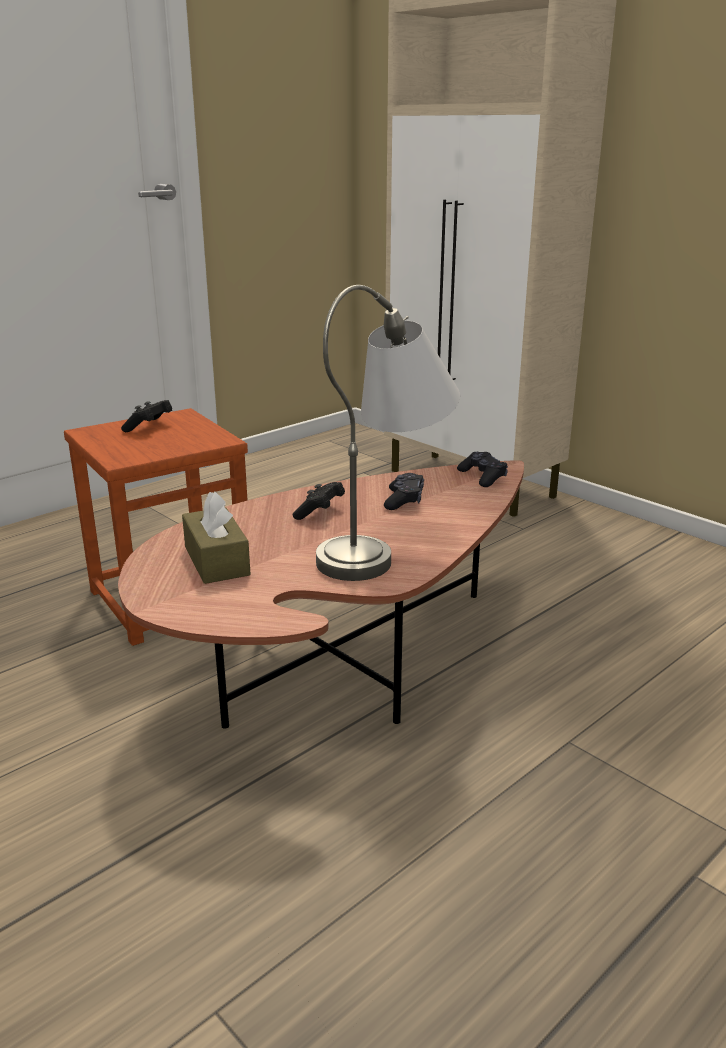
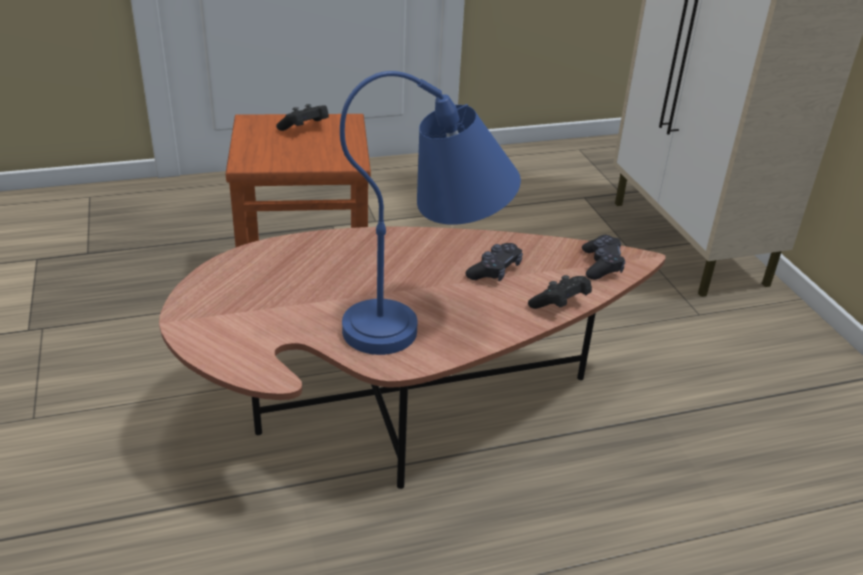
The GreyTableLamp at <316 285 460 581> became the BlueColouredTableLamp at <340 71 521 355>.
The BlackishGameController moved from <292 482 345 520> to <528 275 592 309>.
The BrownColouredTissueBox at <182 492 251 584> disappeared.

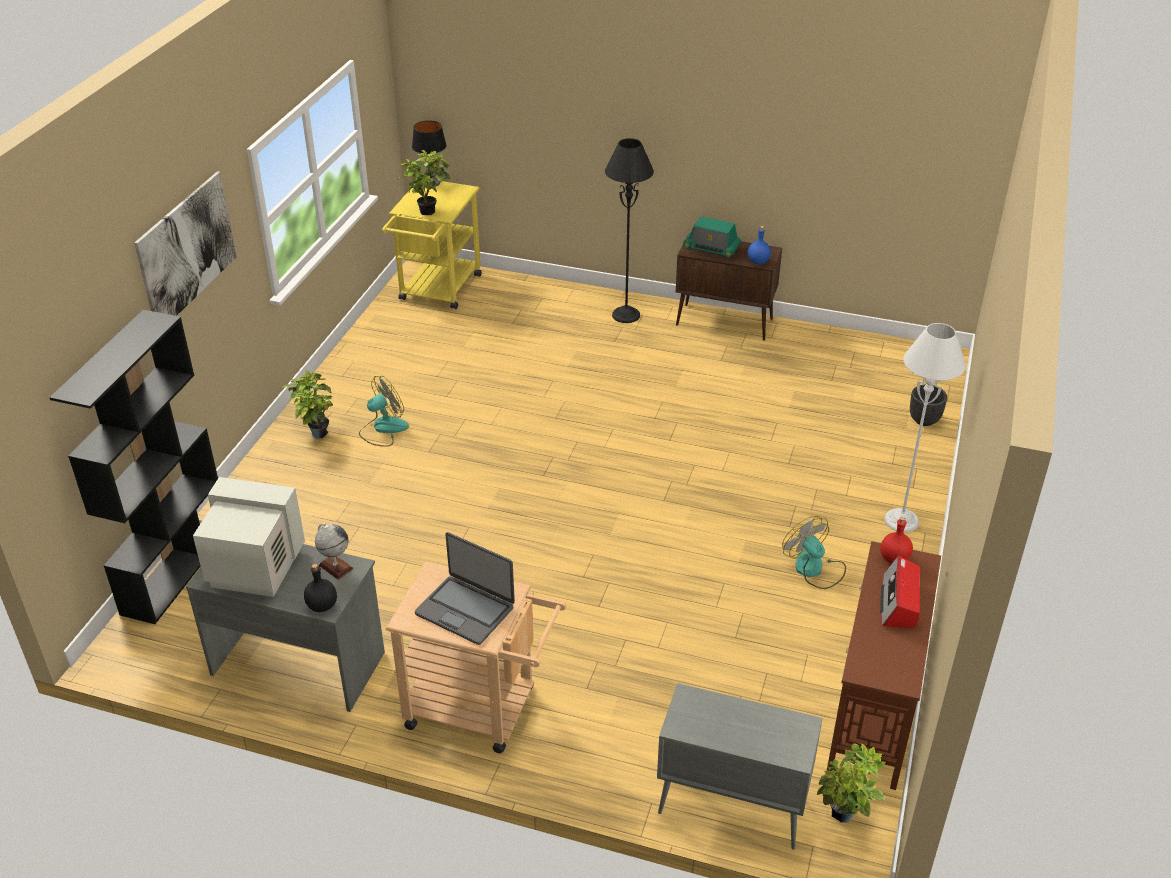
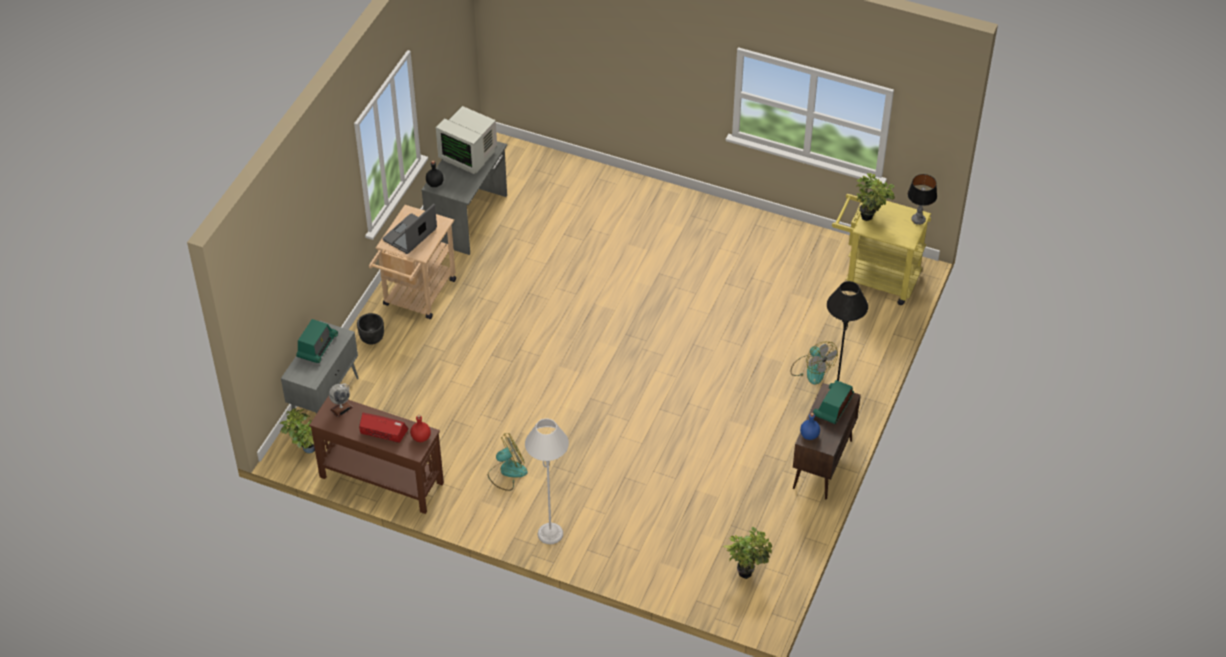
The WallArt at <134 171 236 316> disappeared.
The BlackishShelvingUnit at <49 310 218 624> disappeared.
The PlantInAPot moved from <282 370 333 438> to <723 527 772 579>.
The ElectricFan moved from <359 376 409 447> to <791 341 838 385>.
The BlackishPlantPot moved from <910 384 947 426> to <357 313 384 345>.
The Monitor at <193 477 305 597> turned 105 degrees clockwise.
The Globe moved from <315 523 354 579> to <329 384 353 417>.
The Radio at <296 319 338 363> appeared.

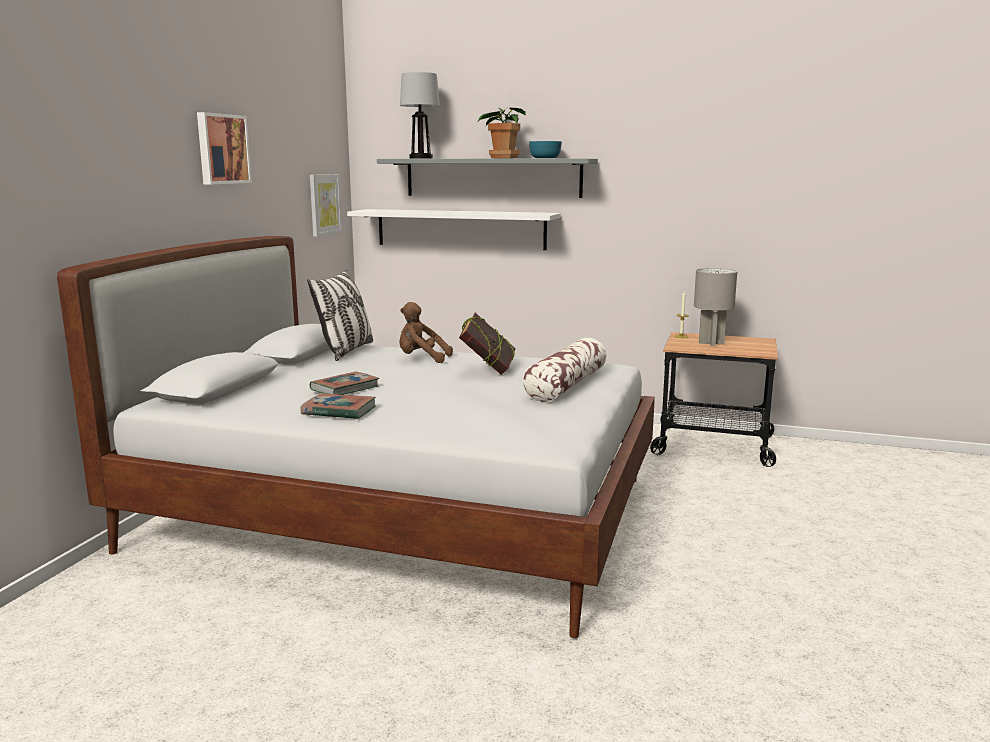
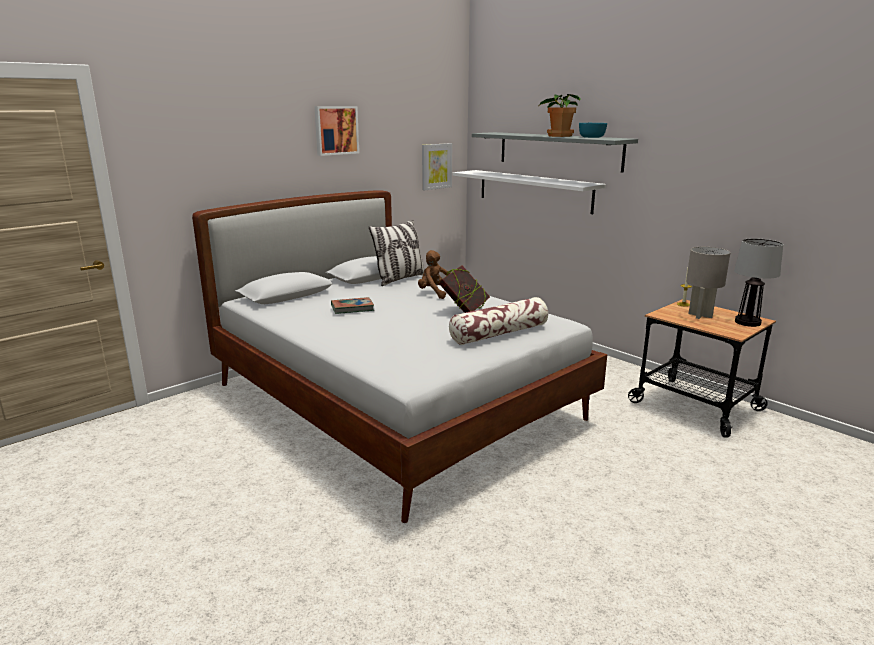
The TableLamp moved from <400 72 440 159> to <734 238 783 327>.
The Volume at <301 393 376 419> disappeared.

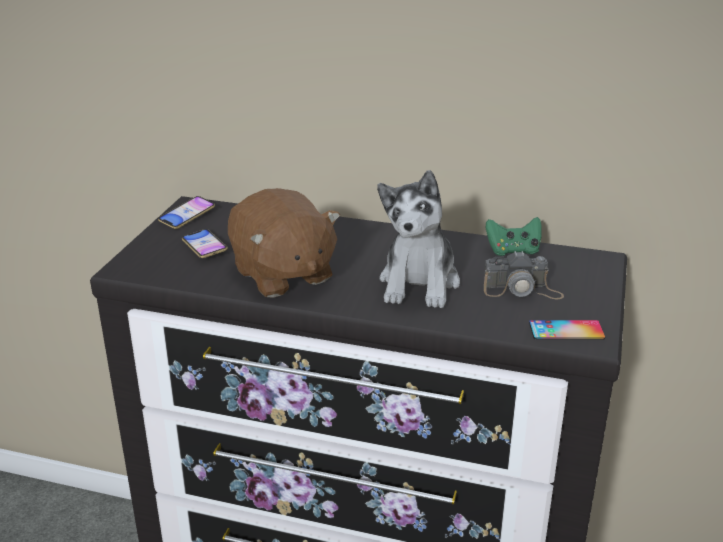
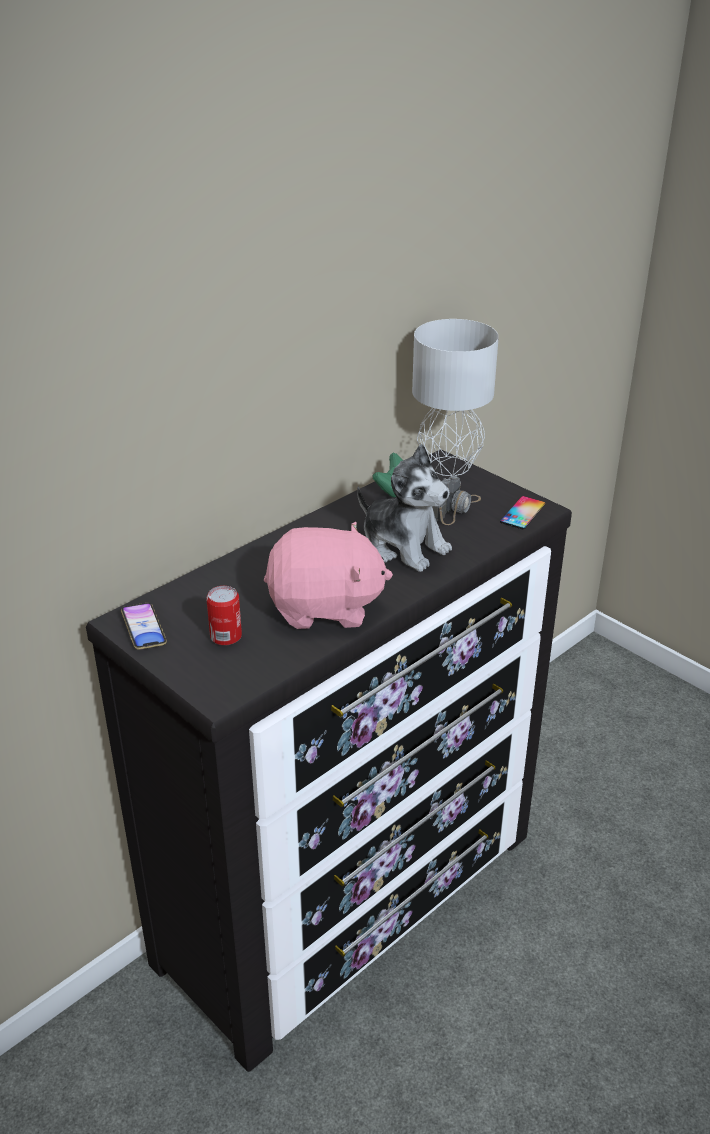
The BrownColouredCuddlyToy at <228 188 340 298> became the PinkCuddlyToy at <264 522 393 629>.
The Handset at <182 229 228 258> was replaced by the Can at <206 586 242 646>.
The GreyTableLamp at <412 319 499 476> appeared.

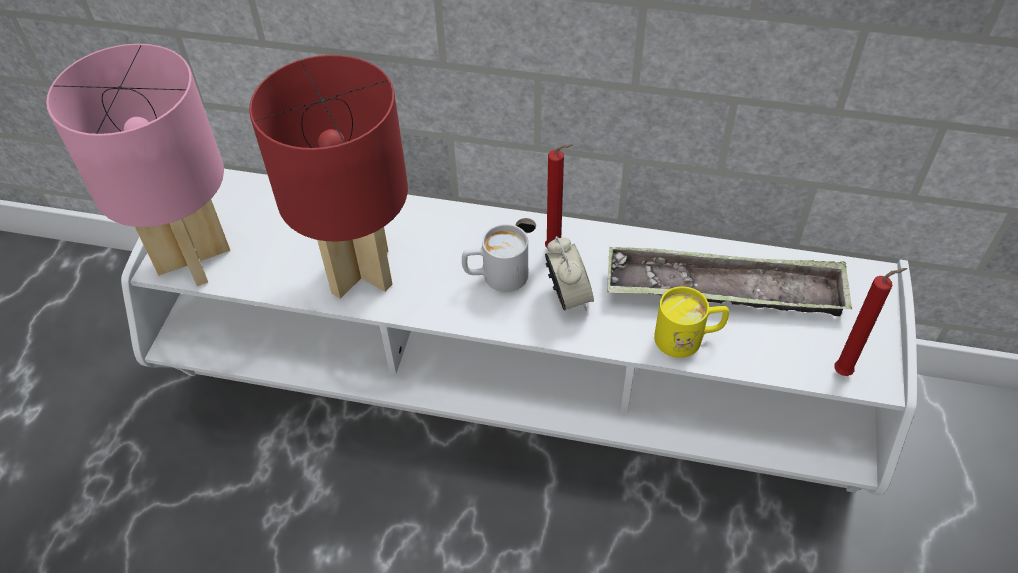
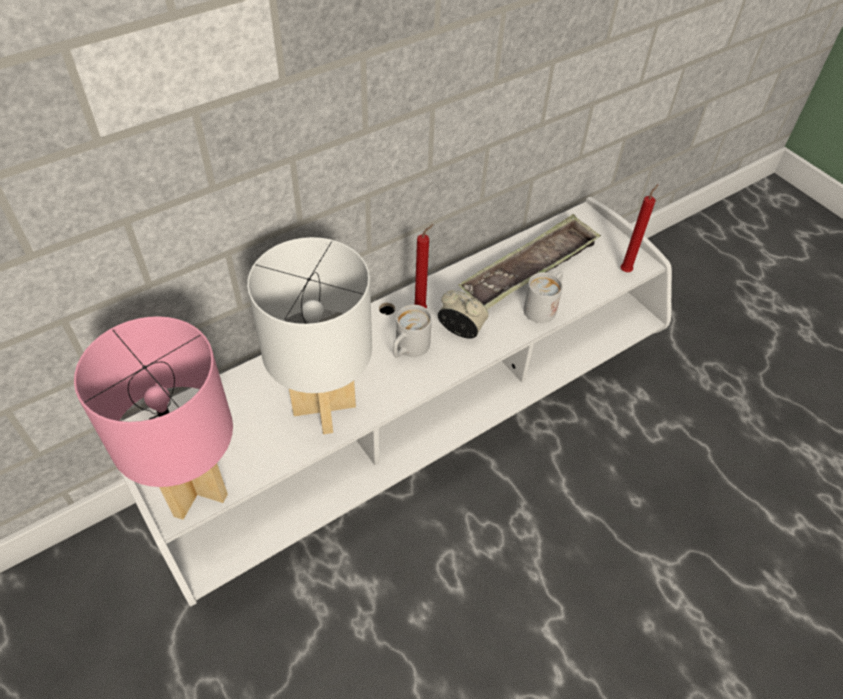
The ReddishTableLamp at <249 55 408 299> became the WhiteTableLamp at <247 237 372 434>.
The YellowColouredMug at <654 286 729 358> became the WhiteMug at <523 272 563 323>.

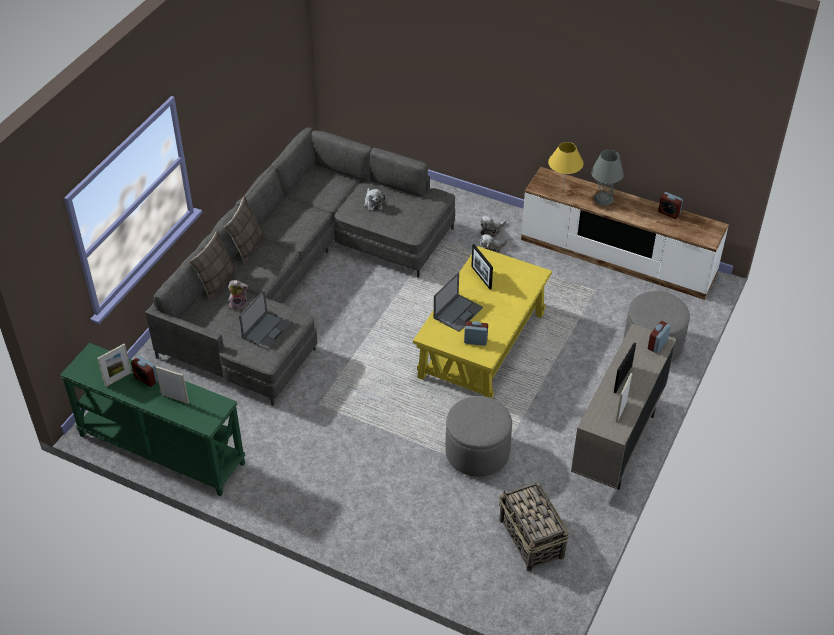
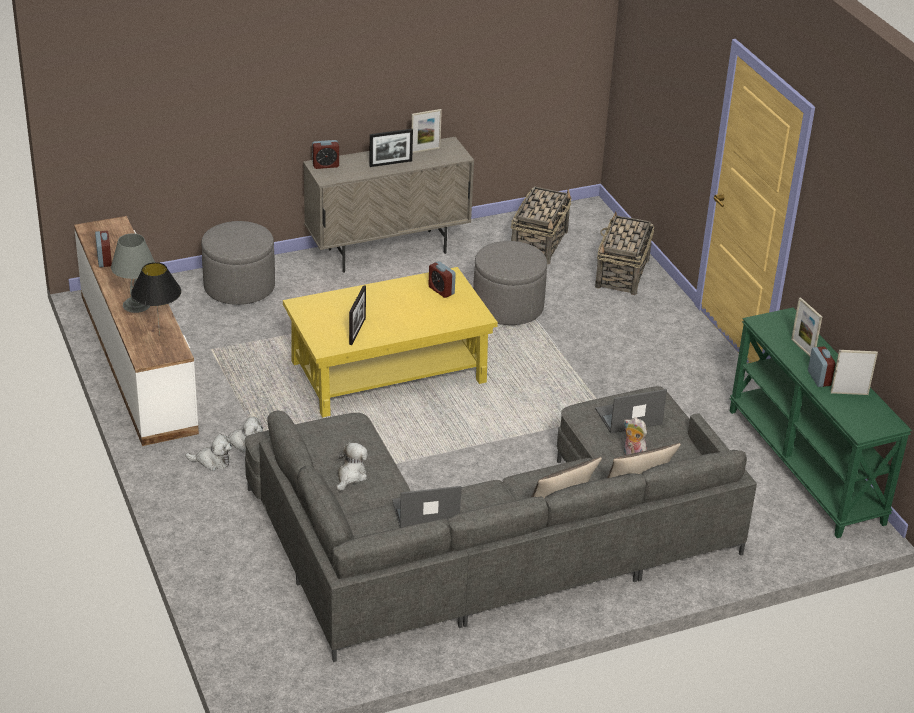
The YellowColouredTableLamp at <548 142 584 187> became the BlackishTableLamp at <131 262 181 335>.
The Laptop moved from <434 272 483 332> to <392 486 461 528>.
The Basket at <595 212 654 295> appeared.

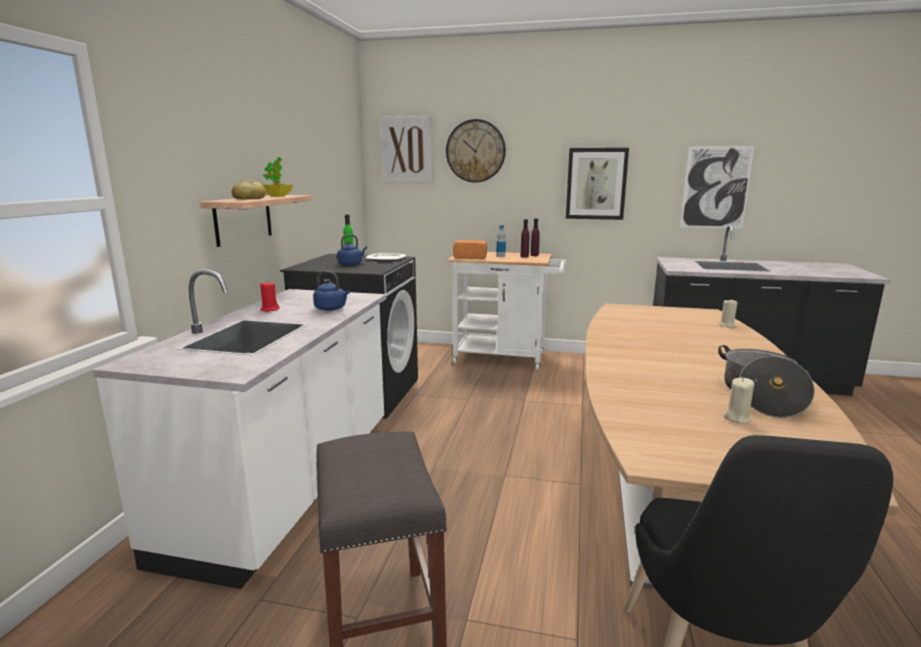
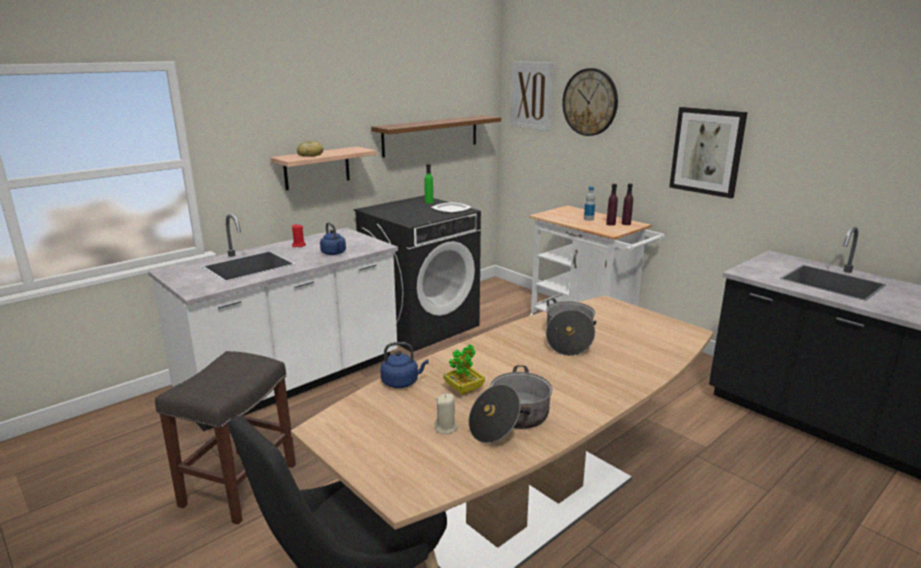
The WallArt at <680 146 754 228> disappeared.
The PlantInAPot moved from <263 157 293 197> to <444 344 485 395>.
The BlueColouredWaterKettle moved from <337 234 367 266> to <380 342 429 388>.
The BakedBread at <453 240 487 259> disappeared.
The SandColouredWaxLight at <719 300 738 327> disappeared.
The BrownColouredBracketShelf at <371 115 501 158> appeared.
The CookingPot at <546 298 596 356> appeared.

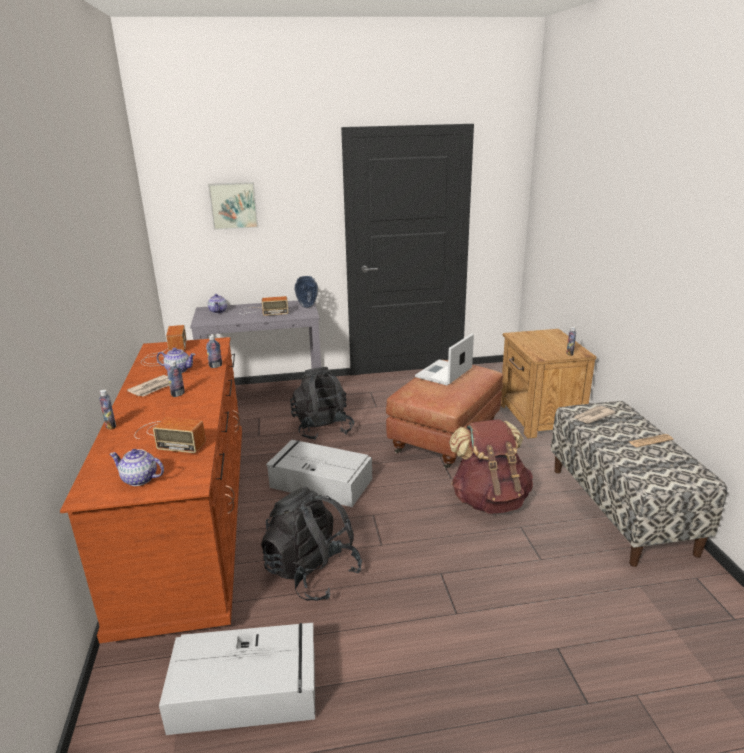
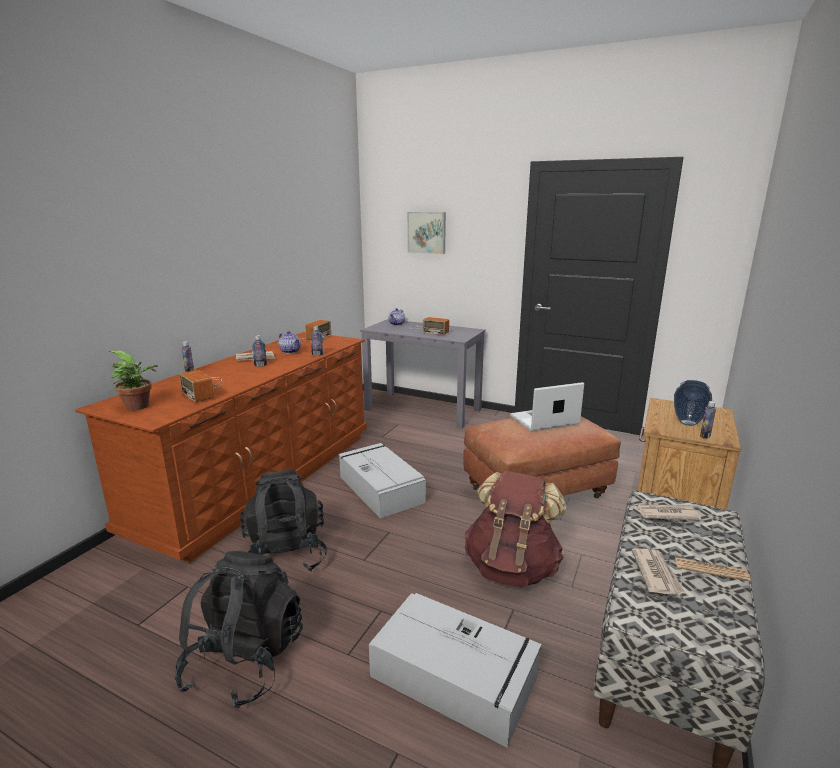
The FlowerVase moved from <294 276 318 308> to <674 380 712 426>.
The BlackishRucksack moved from <290 367 354 440> to <174 551 303 709>.
The TeaPot at <109 449 164 486> was replaced by the PlantInAPot at <109 350 158 411>.
The GreyStorageBin moved from <159 623 315 735> to <369 593 542 748>.
The Newspaper at <632 548 686 595> appeared.

